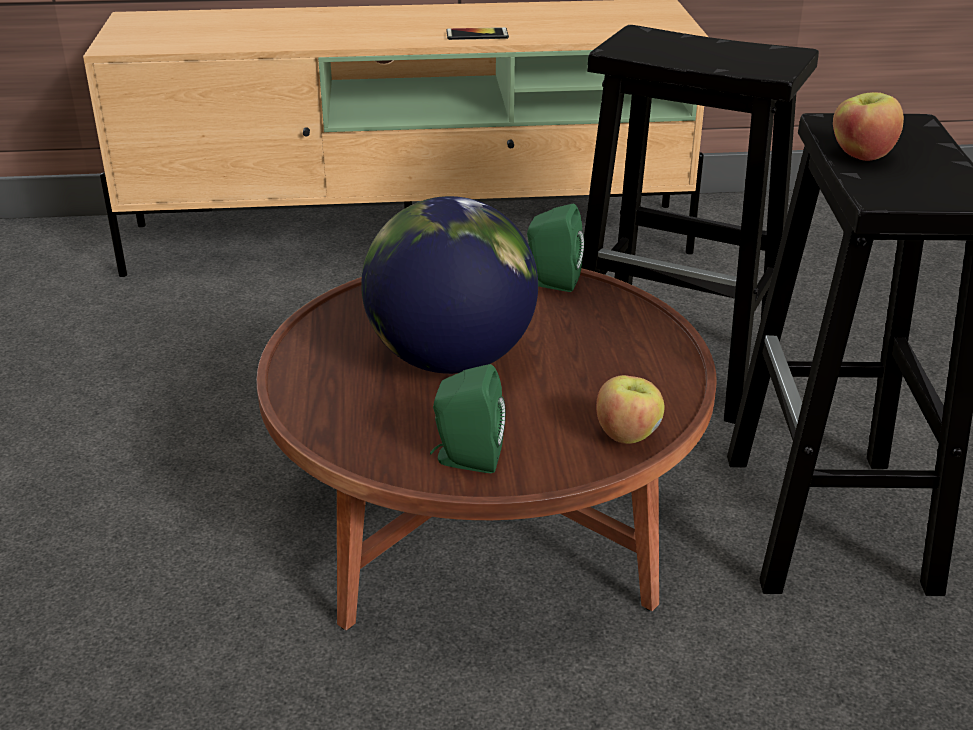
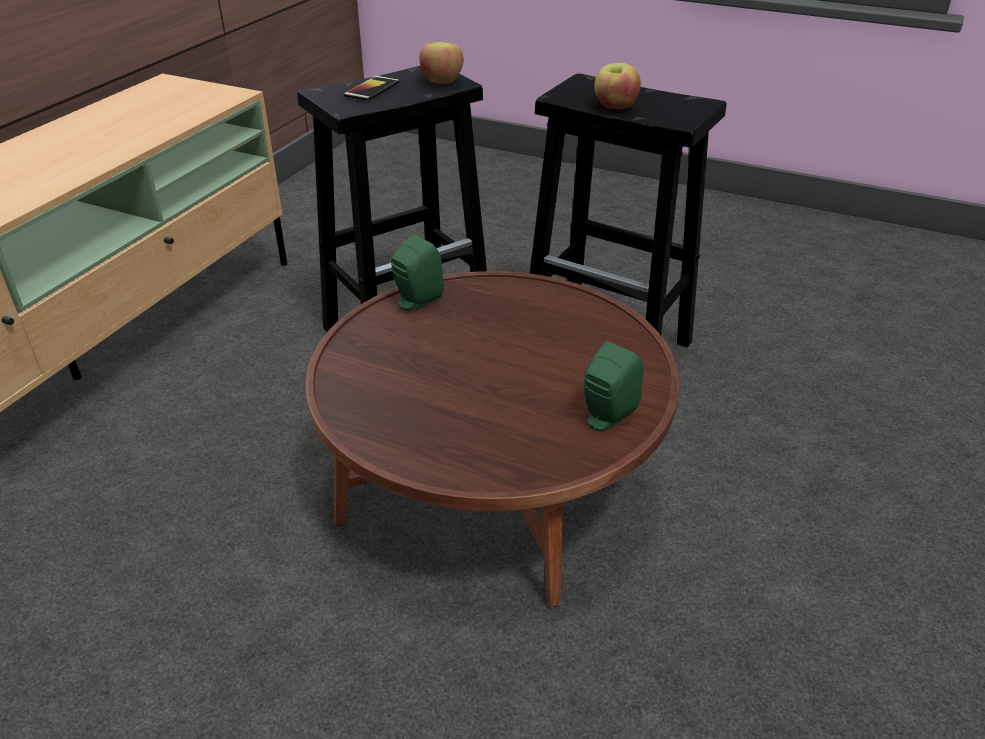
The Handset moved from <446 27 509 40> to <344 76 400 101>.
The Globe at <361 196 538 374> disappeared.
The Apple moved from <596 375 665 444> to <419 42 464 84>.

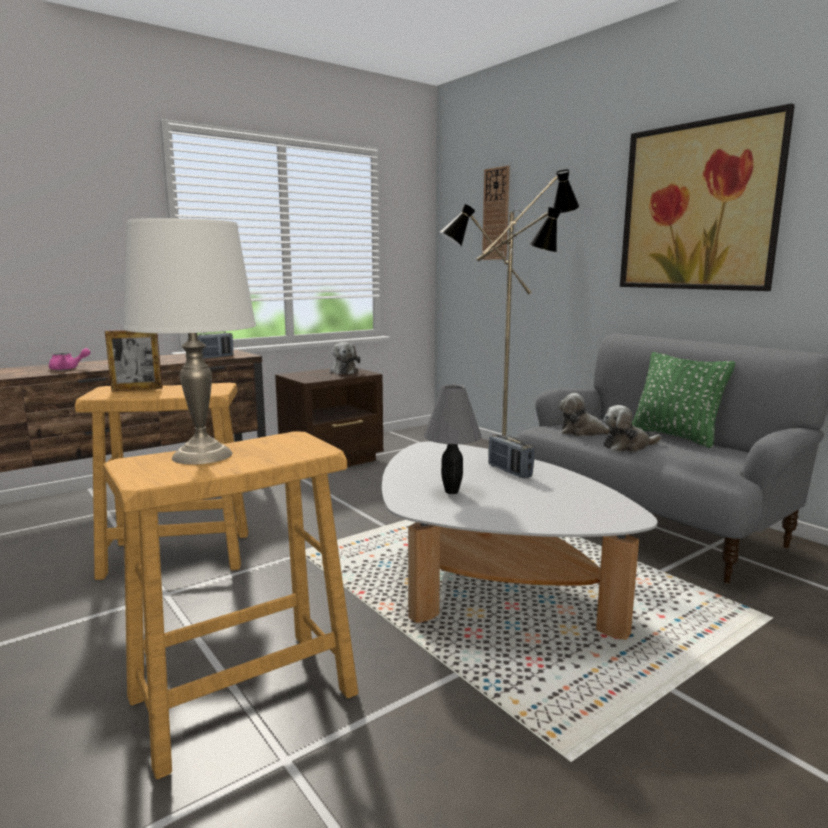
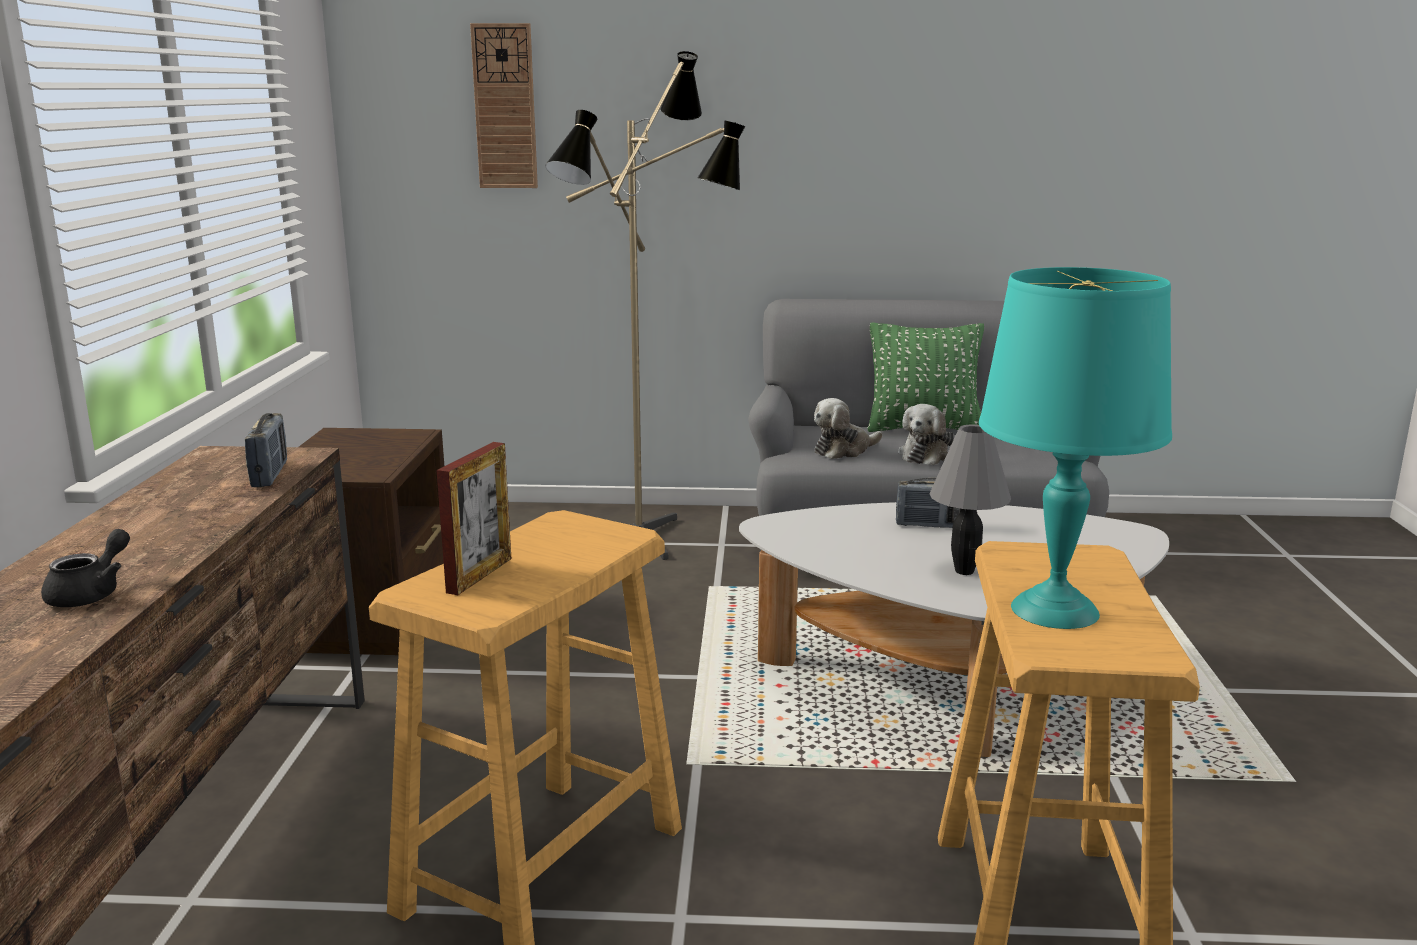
The WallArt at <620 103 795 291> disappeared.
The WhiteTableLamp at <124 218 256 465> became the TurquoiseTableLamp at <979 267 1172 629>.
The CuddlyToy at <330 342 360 374> disappeared.
The PinkTeaPot at <49 348 91 370> became the BlackishTeaPot at <41 529 130 607>.

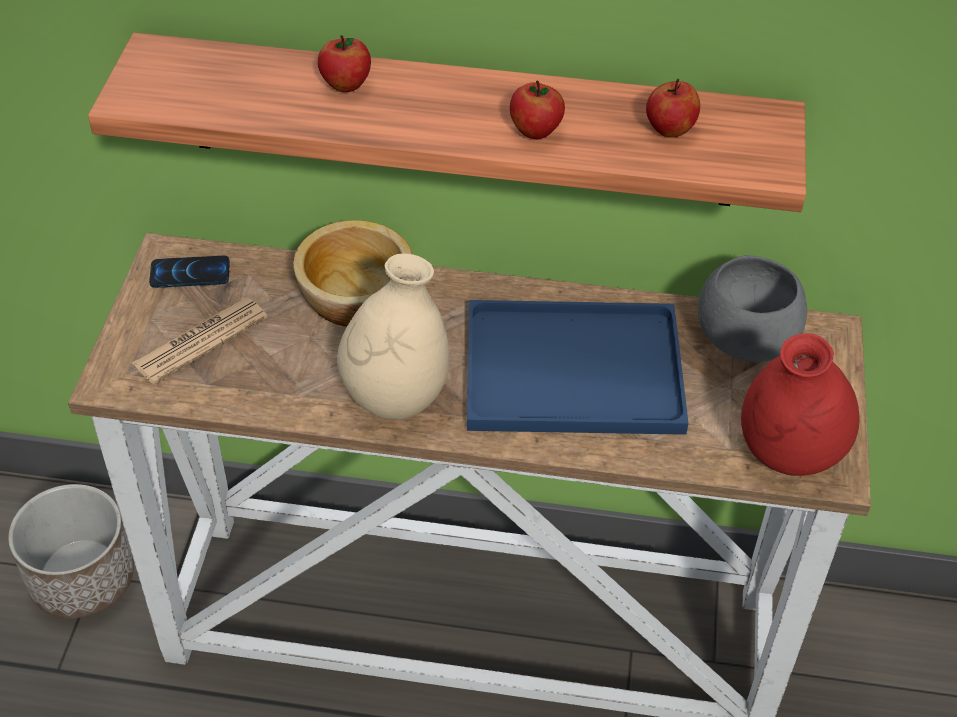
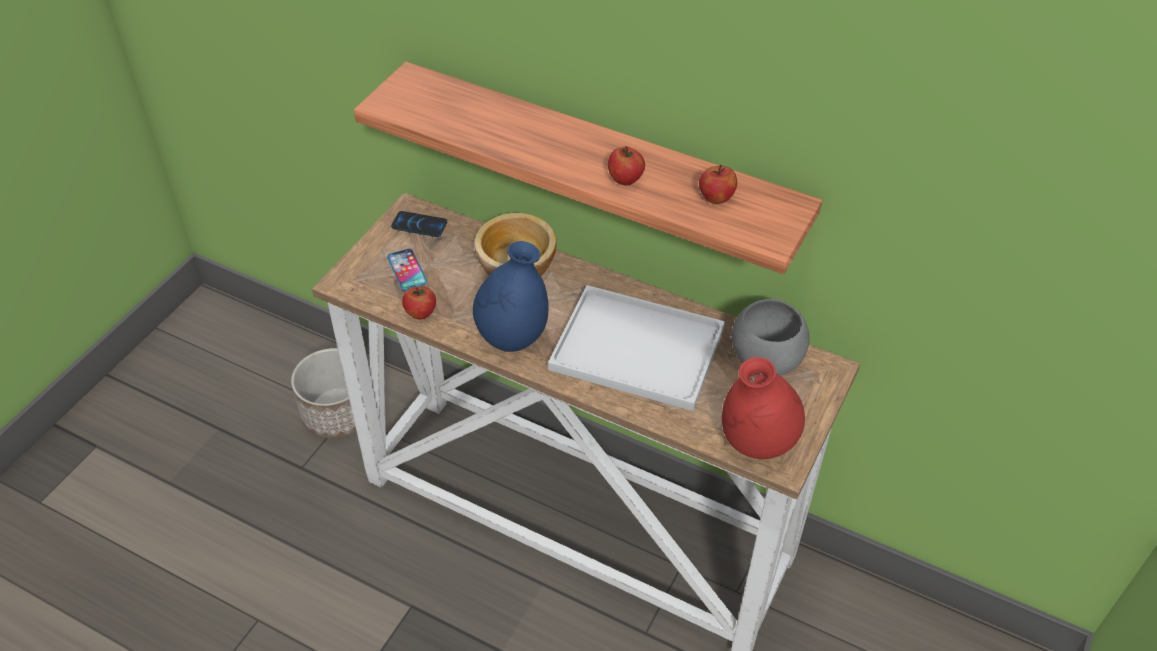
The Apple moved from <318 35 371 92> to <402 286 436 320>.
The SandColouredFlowerVase at <337 254 449 420> became the BlueColouredFlowerVase at <473 241 549 352>.
The Newspaper at <132 297 267 384> was replaced by the Handset at <387 248 427 290>.
The BlueColouredServingTray at <467 300 689 435> became the WhiteServingTray at <548 285 725 411>.

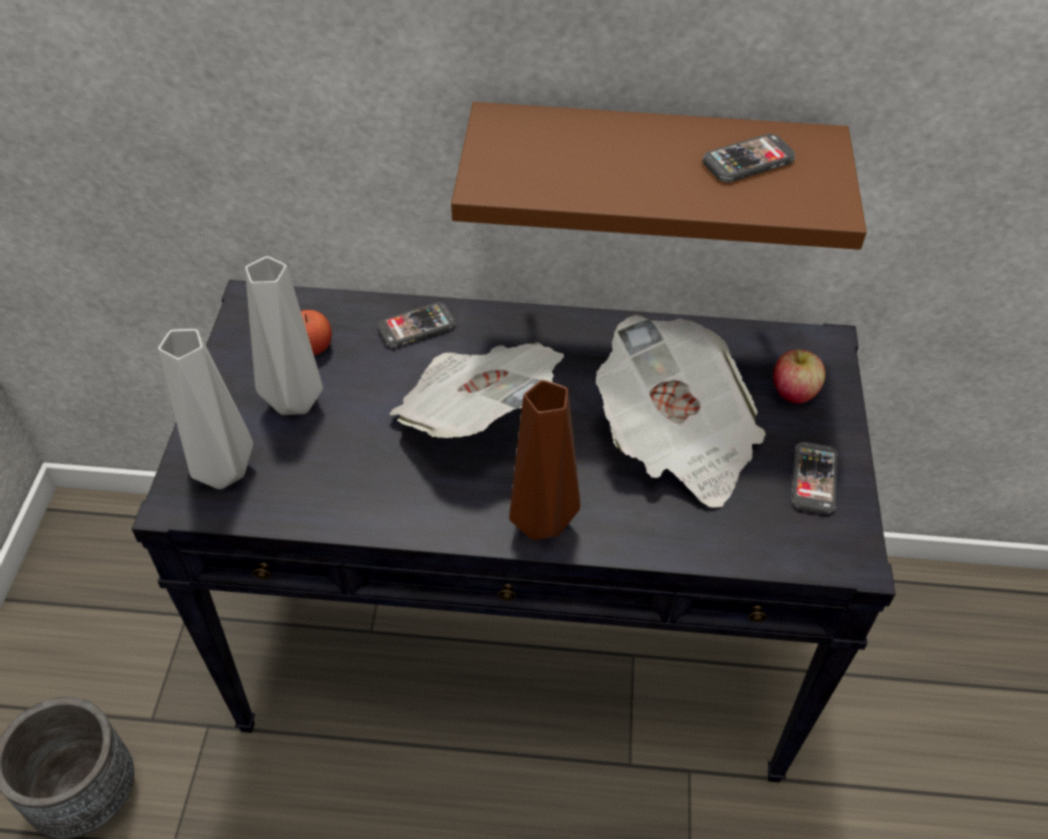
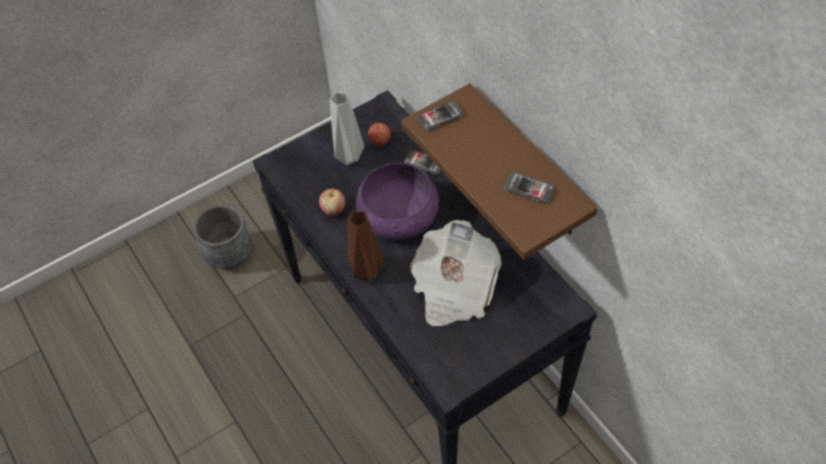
The GreyFlowerVase at <158 329 253 489> disappeared.
The Newspaper at <389 342 564 438> was replaced by the PurpleBowl at <356 163 439 241>.
The Apple moved from <773 349 825 403> to <319 189 345 216>.
The Handset moved from <791 442 838 514> to <417 101 464 131>.

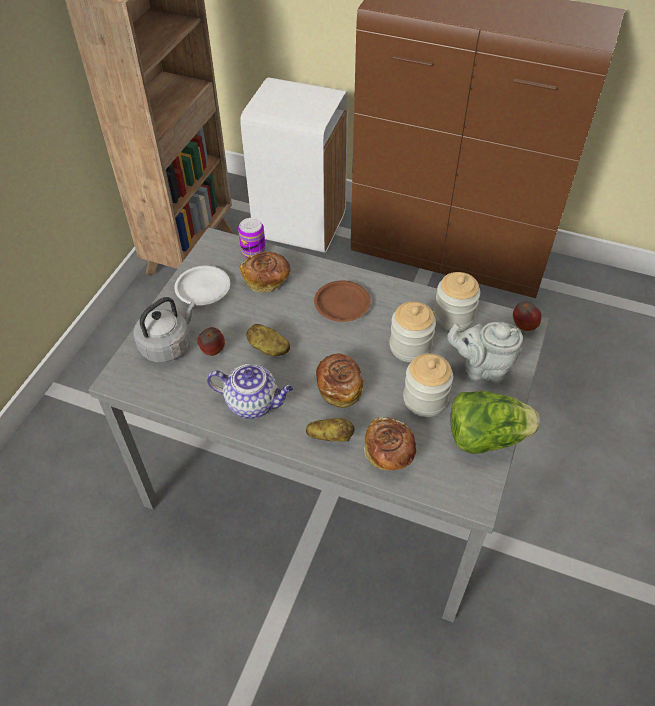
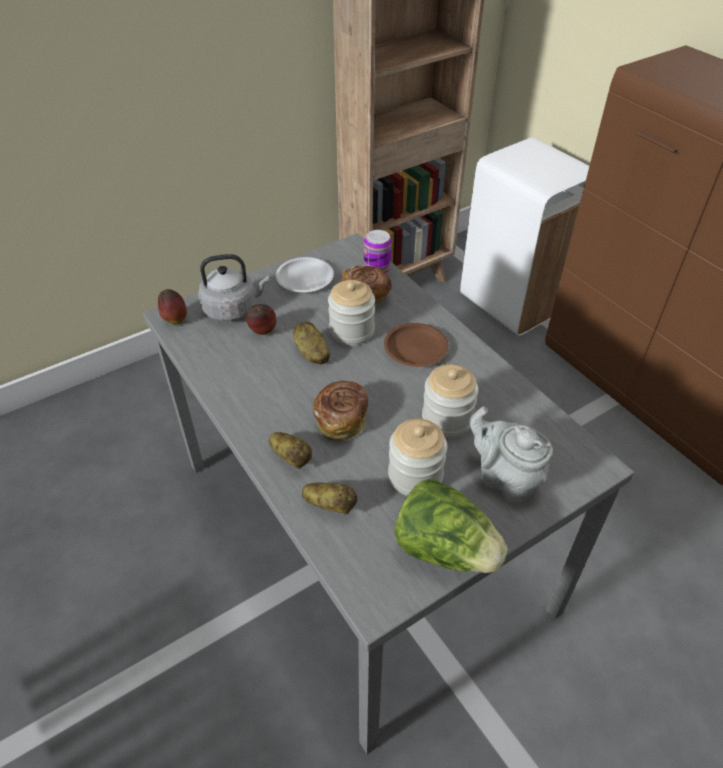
The Jar moved from <434 272 480 331> to <328 280 375 346>.
The Apple moved from <513 301 541 331> to <158 289 187 325>.
The TeaPot at <207 364 293 419> disappeared.
The BakedBread at <364 417 416 471> was replaced by the WholePotato at <302 483 357 514>.

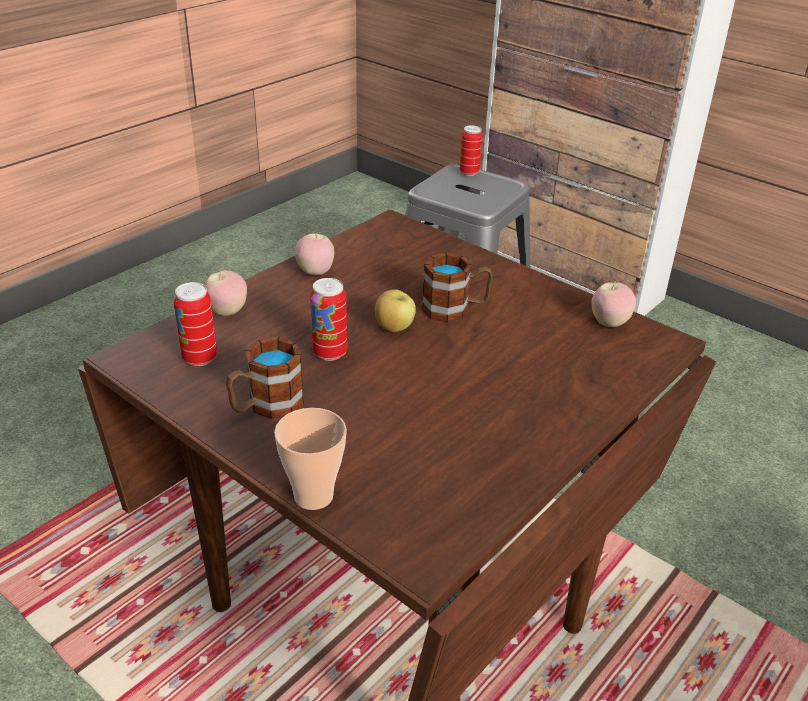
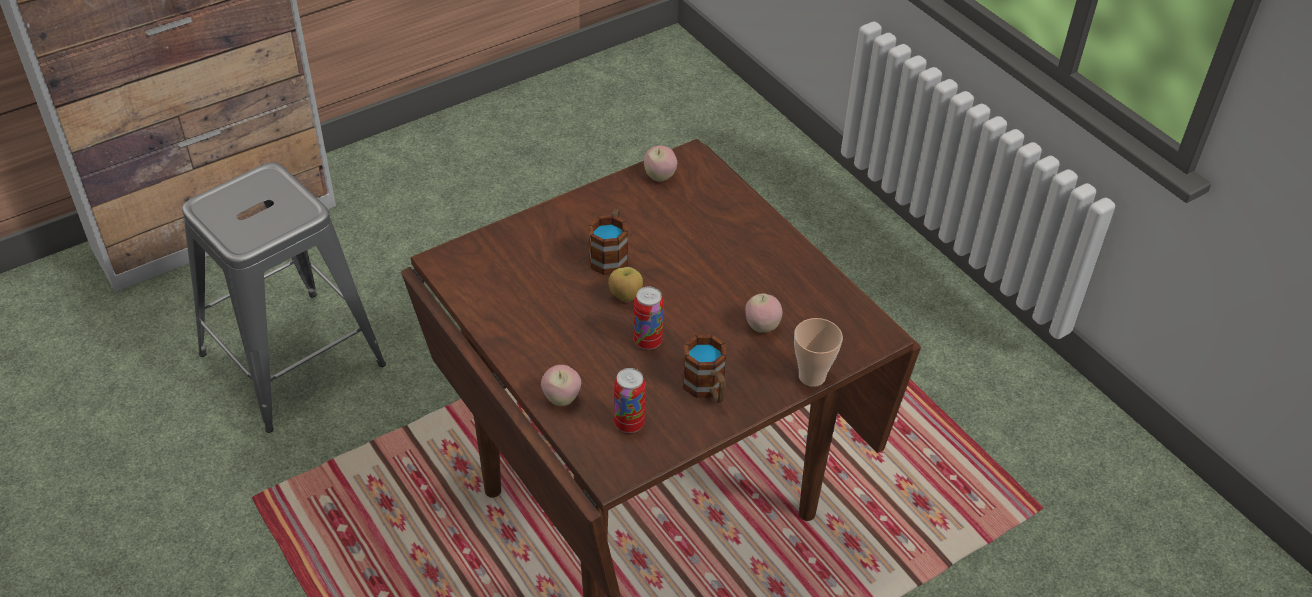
The Can at <460 125 482 176> disappeared.
The Apple moved from <295 232 335 275> to <745 293 782 333>.

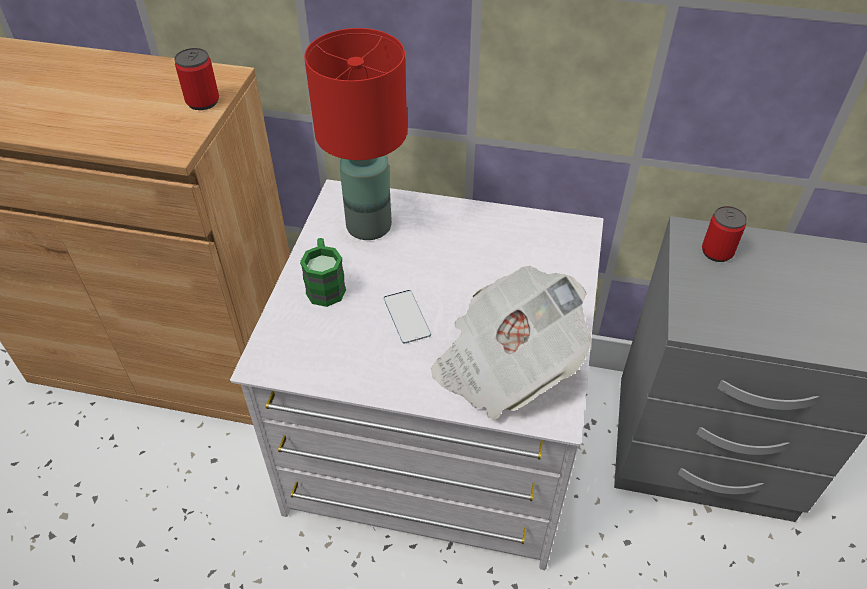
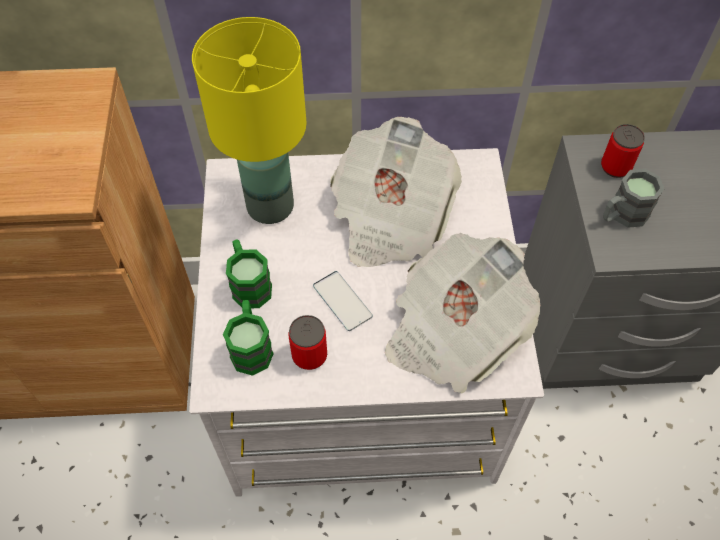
The ReddishTableLamp at <304 28 407 240> became the YellowColouredTableLamp at <192 17 307 224>.
The Can moved from <174 48 219 110> to <288 315 327 370>.
The Newspaper at <330 117 462 267> appeared.
The GreyMug at <603 169 664 228> appeared.
The GreenishMug at <223 300 274 376> appeared.

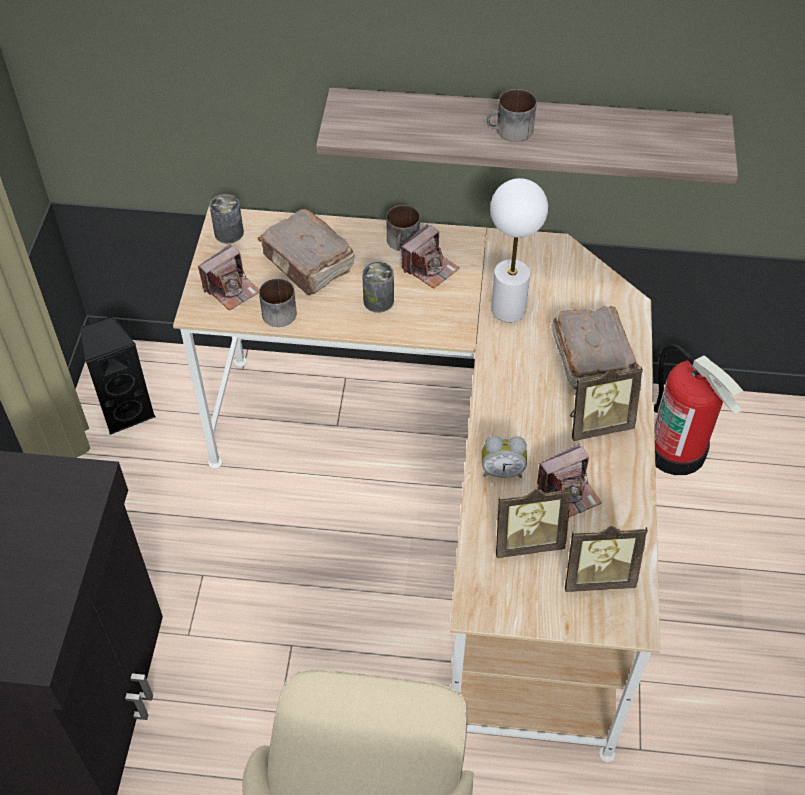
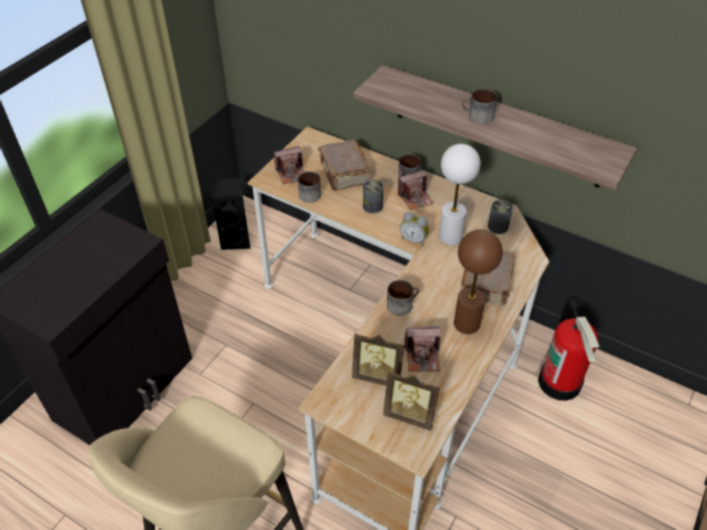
The Can moved from <210 194 244 244> to <488 199 513 234>.
The PictureFrame at <570 367 643 441> was replaced by the BrownColouredTableLamp at <454 229 503 334>.
The BedsideClock moved from <482 436 527 478> to <400 212 429 246>.
The Mug at <387 280 419 316> appeared.

